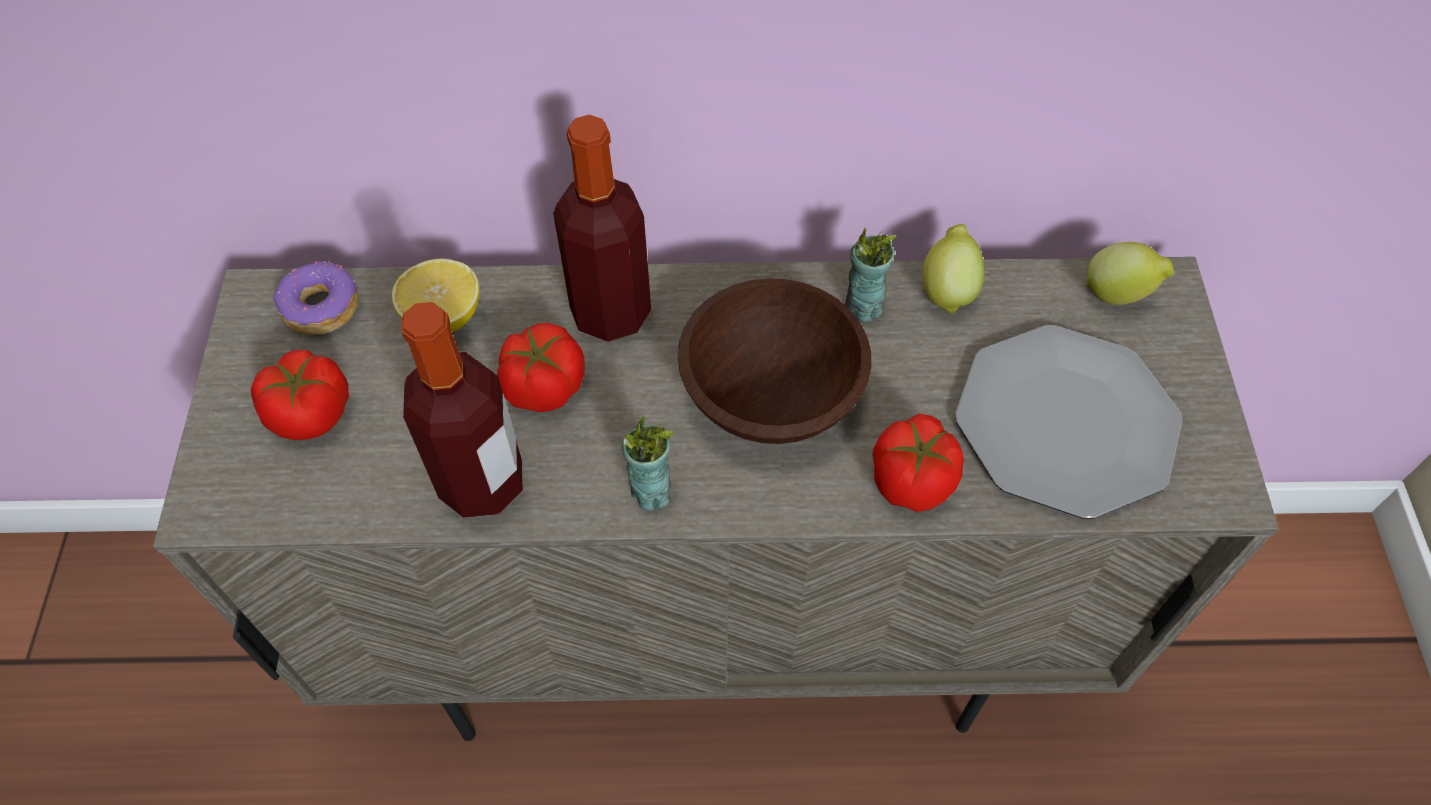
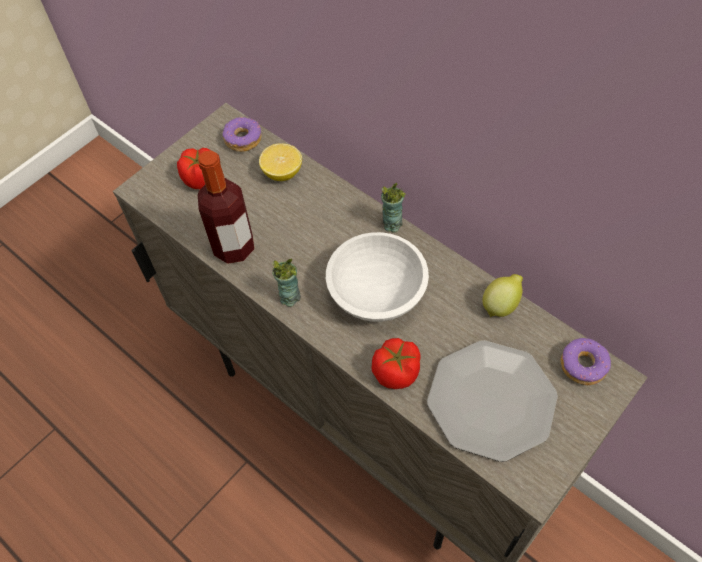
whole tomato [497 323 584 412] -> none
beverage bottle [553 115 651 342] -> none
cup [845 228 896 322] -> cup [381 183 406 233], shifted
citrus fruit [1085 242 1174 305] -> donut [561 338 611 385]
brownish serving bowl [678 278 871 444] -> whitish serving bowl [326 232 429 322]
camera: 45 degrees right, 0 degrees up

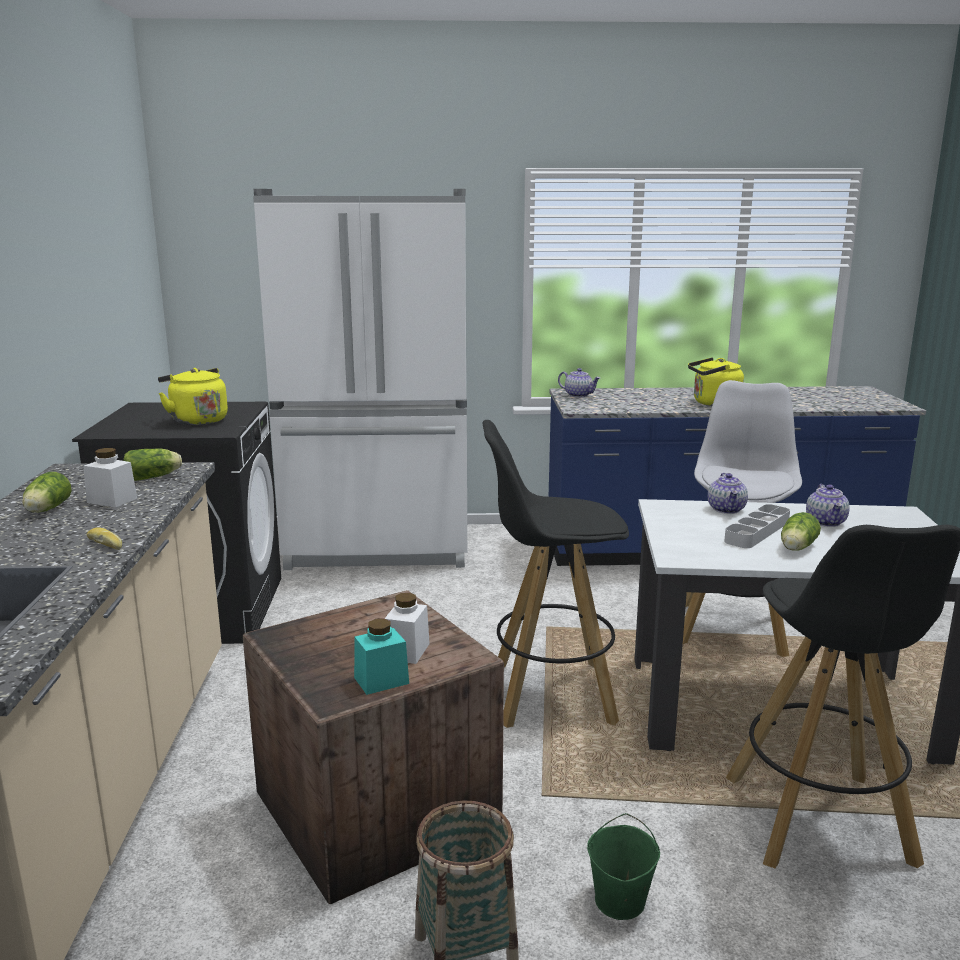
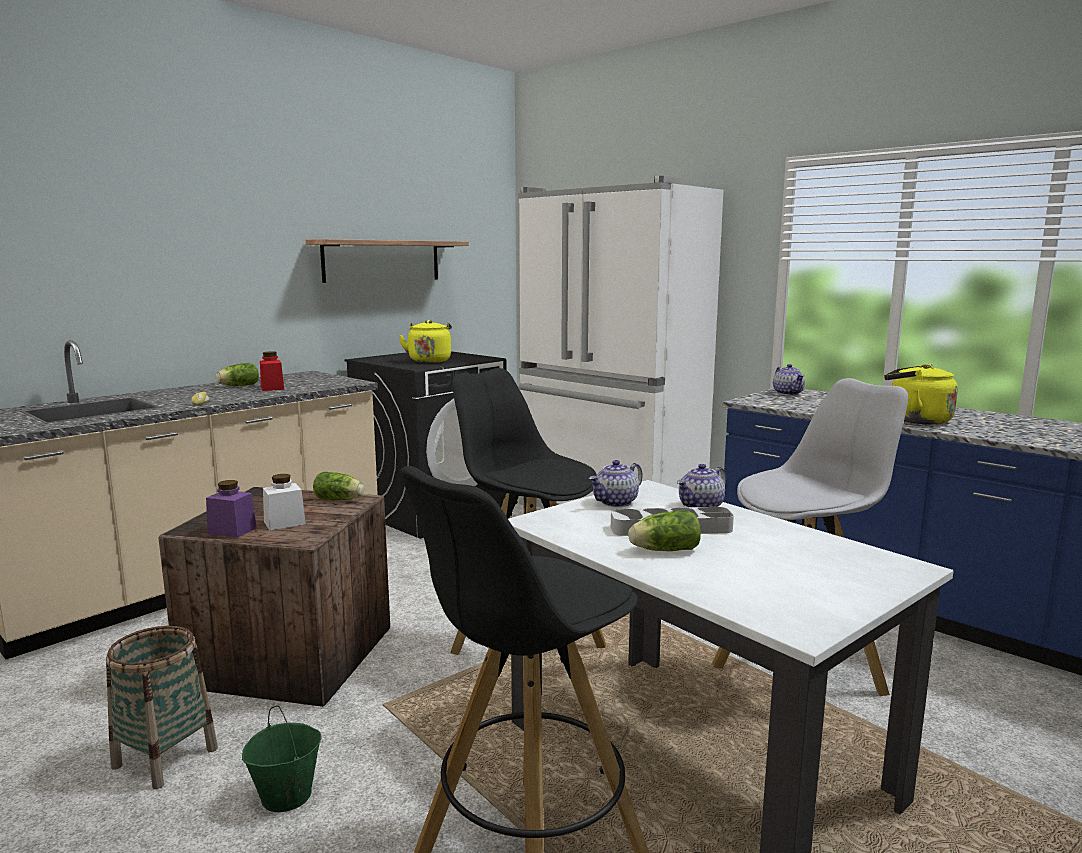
none -> wall shelf [306 239 469 283]
lettuce head [123 448 182 481] -> lettuce head [313 472 364 500], shifted
teapot [806 484 850 527] -> teapot [589 460 643 507], shifted
whitish preserve jar [84 448 137 508] -> reddish preserve jar [260 351 284 391]
blue-green preserve jar [354 619 409 695] -> purple-coloured preserve jar [206 480 257 538]
camera: 45 degrees right, 5 degrees down

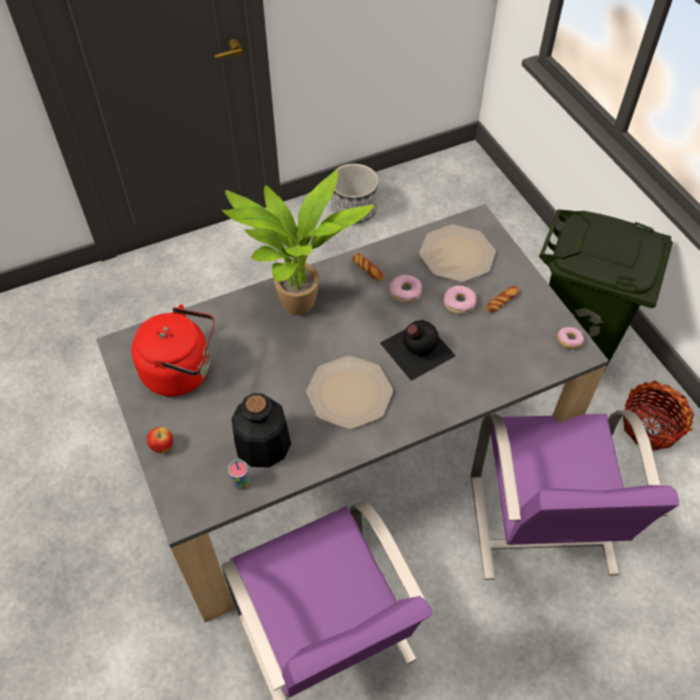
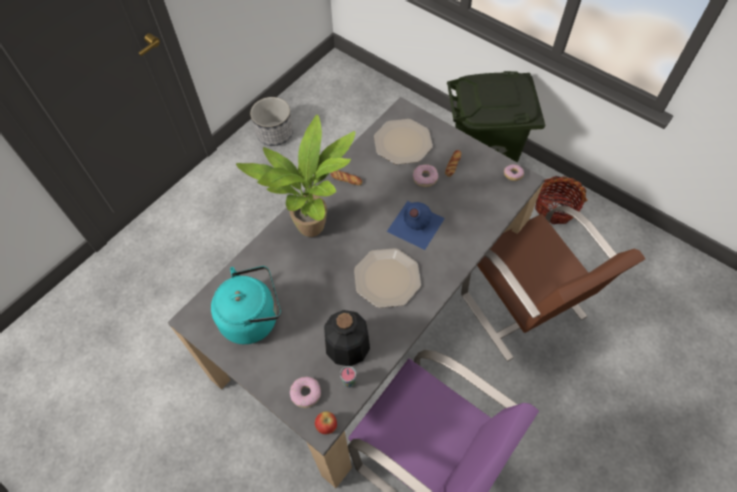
whole apple [147 427 173 453] -> whole apple [315 412 337 434], shifted
donut [390 275 422 303] -> donut [290 376 321 408], shifted
reddish water kettle [131 304 215 397] -> blue-green water kettle [211 266 281 344]
blackish beverage bottle [380 320 456 381] -> bluish beverage bottle [387 201 445 250]
purple-coloured upright chair [471 410 679 580] -> brownish upright chair [461 206 645 361]
camera: 25 degrees left, 5 degrees up

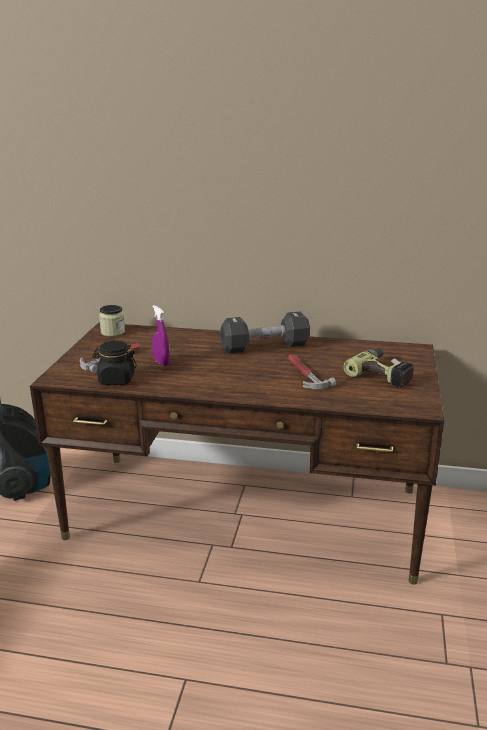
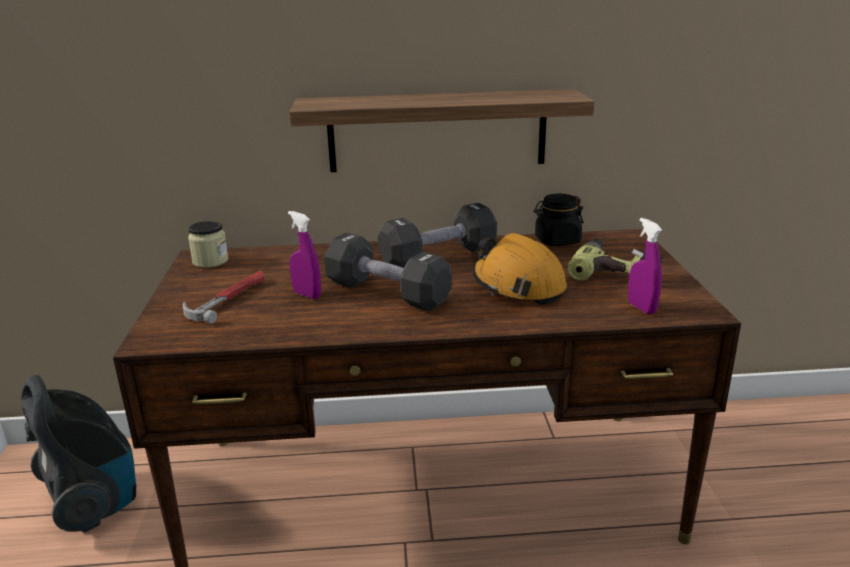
none -> wall shelf [289 89 595 172]
none -> blackish free weight [324 233 452 312]
none -> purple-coloured spray bottle [628 218 662 315]
blackish preserve jar [92 341 137 385] -> blackish preserve jar [534 194 583 246], shifted
tool hammer [288 355 336 389] -> orangey hard hat [473 233 567 305]
camera: 15 degrees left, 0 degrees up

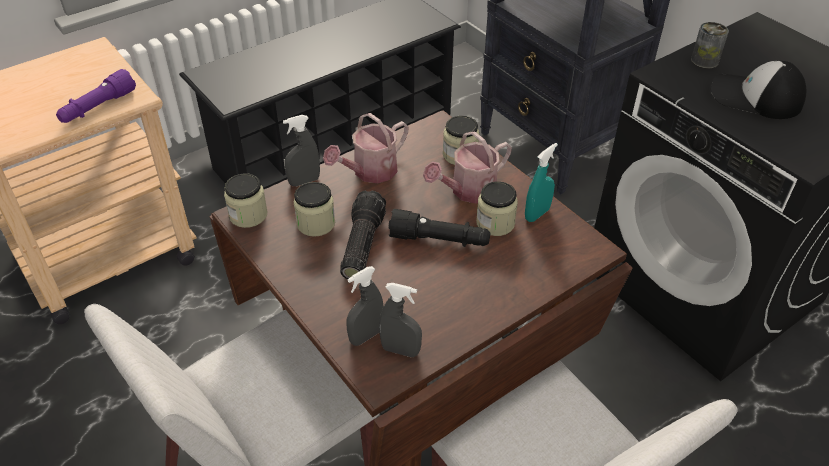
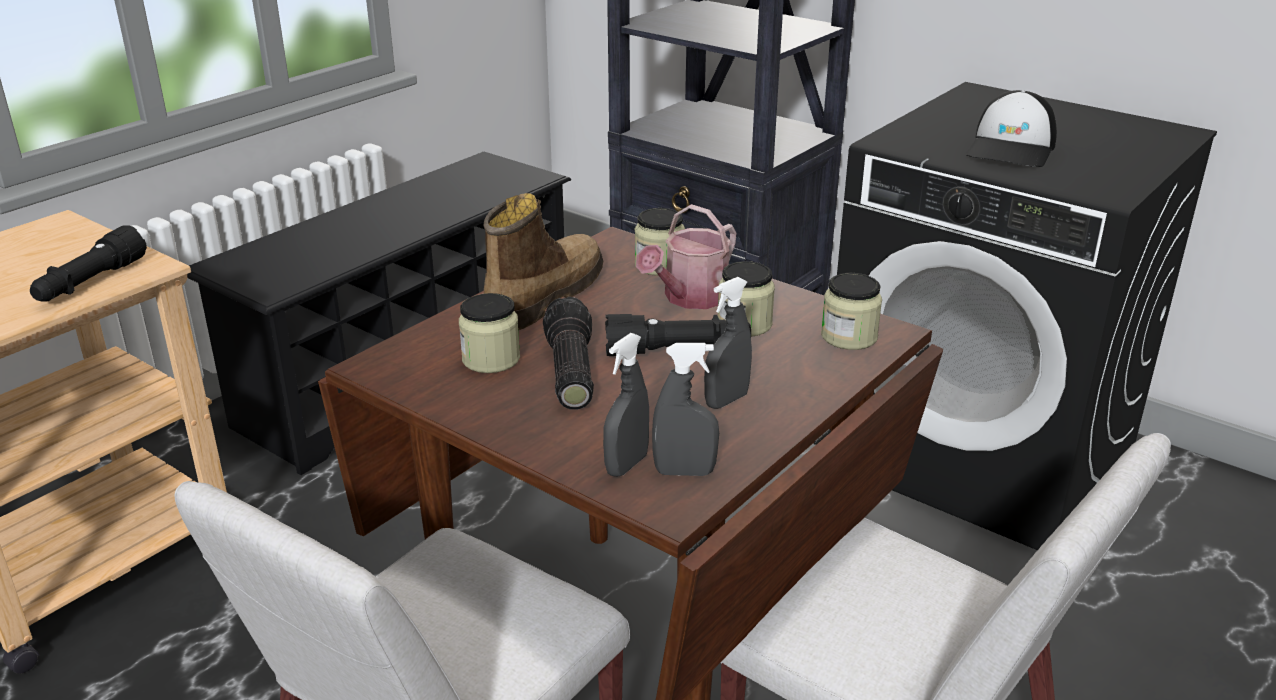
blue-green spray bottle [525 143 558 222] -> none
sealed can [691 22 729 68] -> none
preserve jar [224 173 268 228] -> preserve jar [821 273 882 350], shifted
greyish spray bottle [283 115 320 186] -> greyish spray bottle [704 277 752 409], shifted
watering pot [323 113 409 183] -> high-top boot [484 193 603 330]
purple-coloured torch [56 69 136 123] -> blackish torch [30 225 147 302]
baseball cap [711 61 806 119] -> baseball cap [966 90 1057 167], 75 degrees counterclockwise
camera: 15 degrees left, 15 degrees down

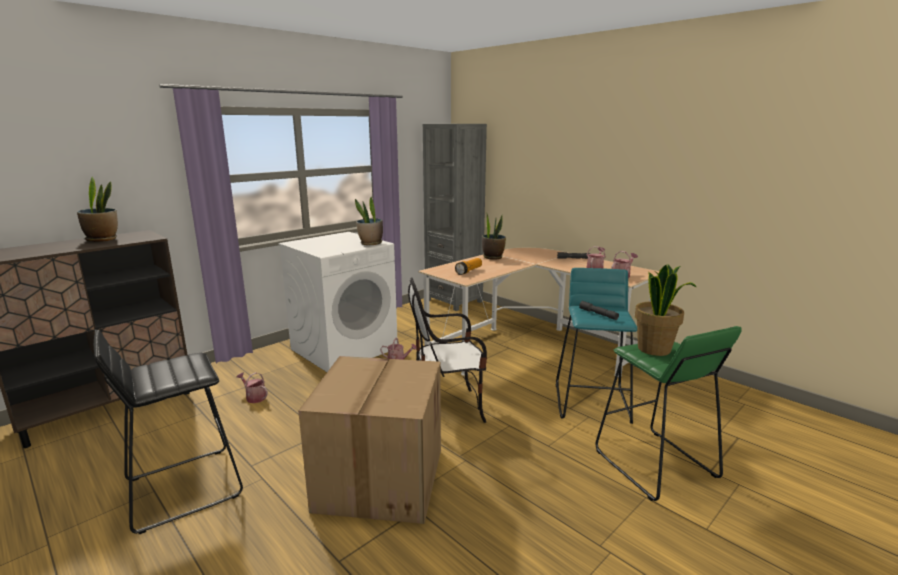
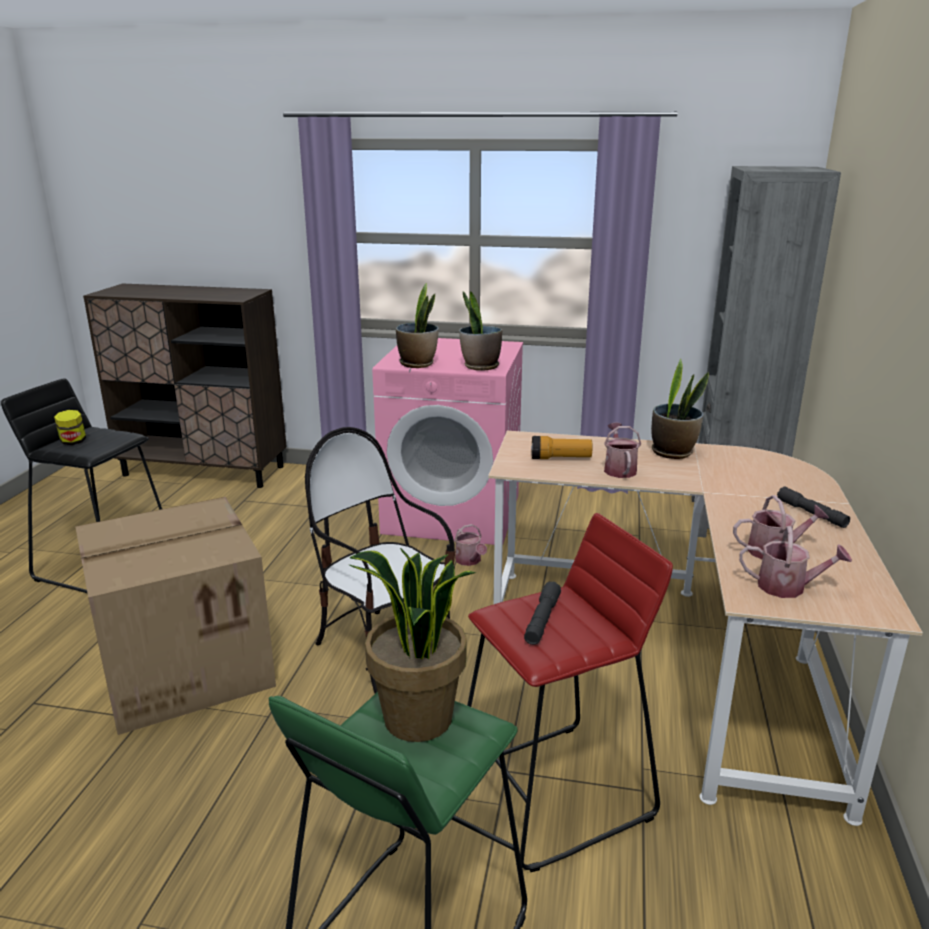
none -> preserve jar [54 410 86 445]
houseplant [77 177 118 242] -> houseplant [396 283 439 368], shifted
watering pot [236 372 268 403] -> watering pot [604 422 641 478], shifted
whitish laundry appliance [278 232 397 372] -> pink-coloured laundry appliance [372 338 523 545]
blue-green sitting stool [556 268 637 424] -> reddish sitting stool [467 513 673 872]
camera: 55 degrees right, 5 degrees up

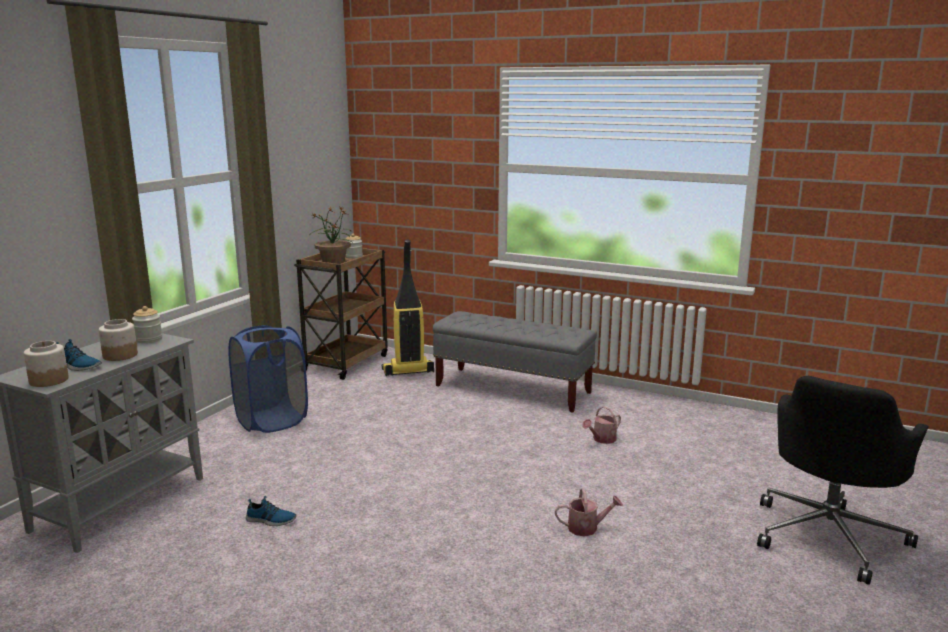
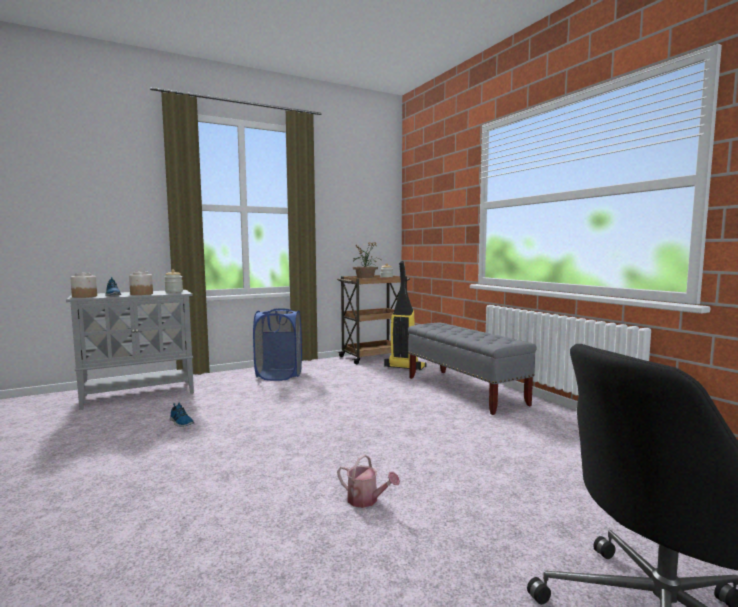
watering pot [582 406 621 444] -> none
camera: 35 degrees right, 10 degrees down

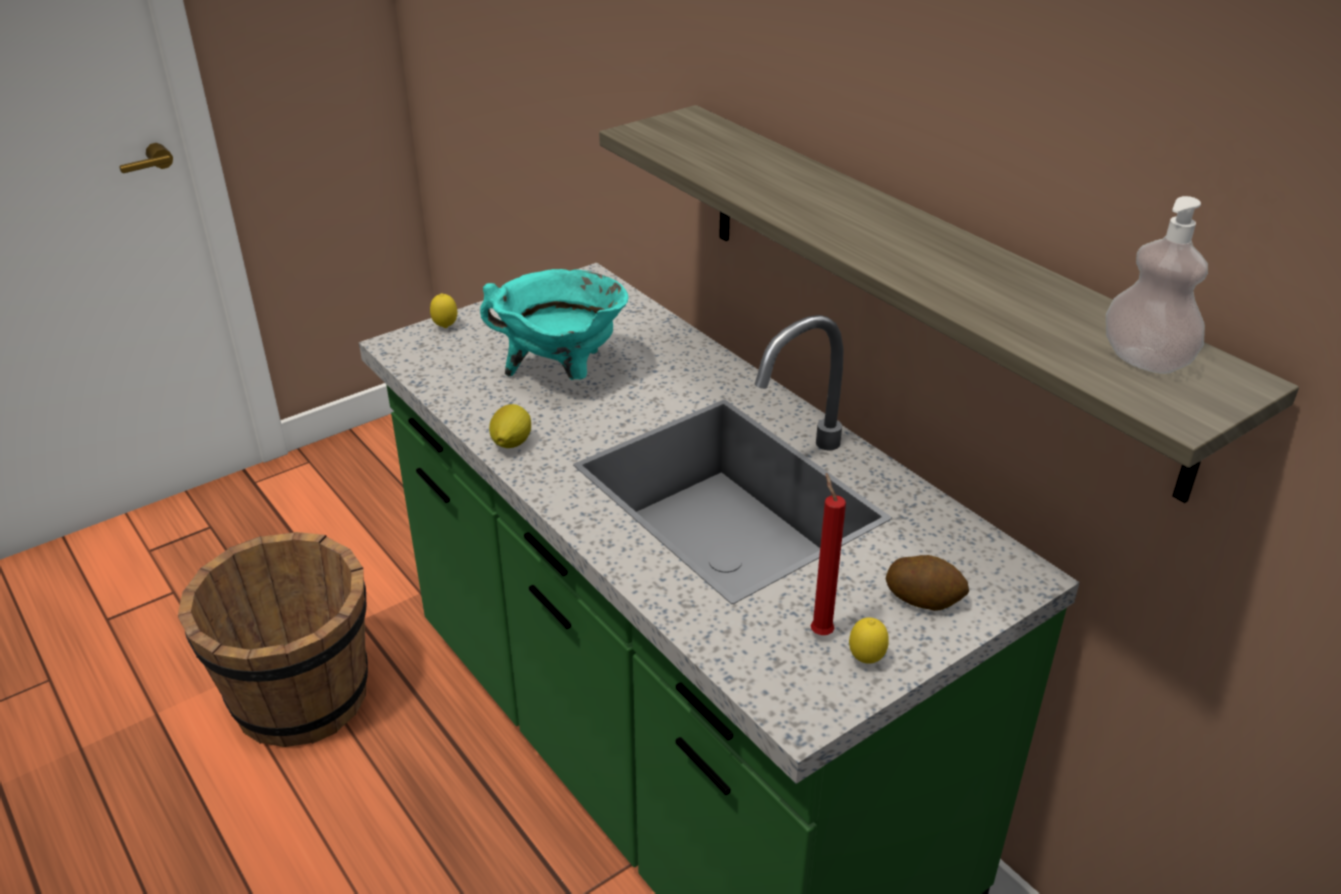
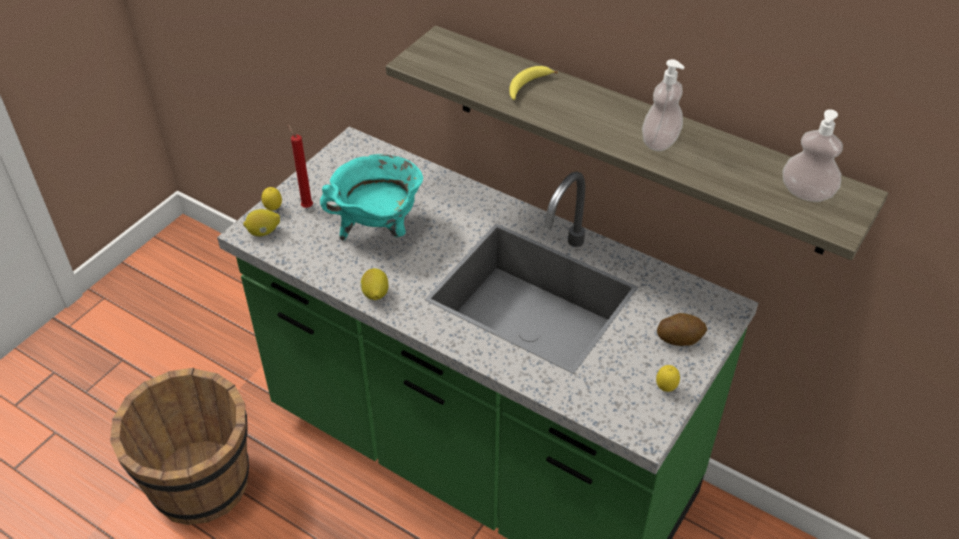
none -> citrus fruit [243 209 280 236]
none -> whole banana [509 66 558 100]
none -> soap dispenser [642 59 685 151]
reddish wax candle [811 473 846 635] -> reddish wax candle [288 124 313 208], shifted
camera: 20 degrees left, 10 degrees up

